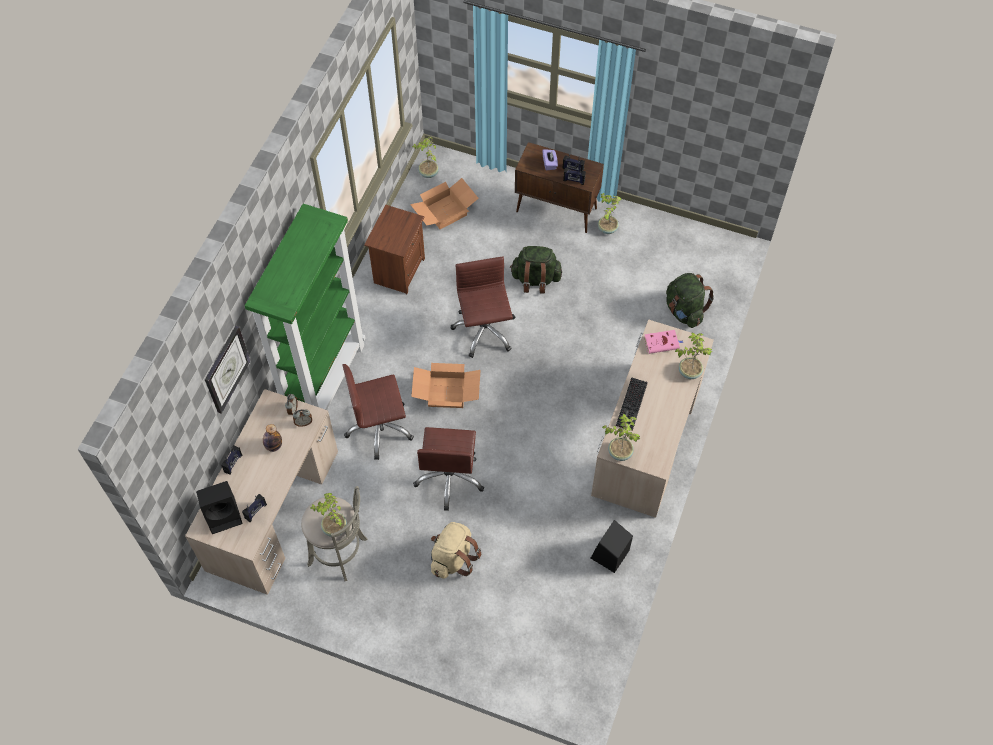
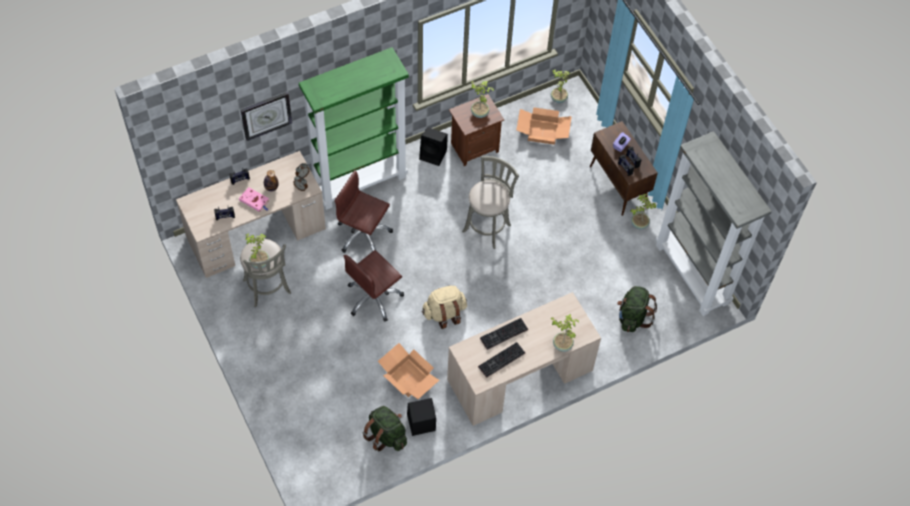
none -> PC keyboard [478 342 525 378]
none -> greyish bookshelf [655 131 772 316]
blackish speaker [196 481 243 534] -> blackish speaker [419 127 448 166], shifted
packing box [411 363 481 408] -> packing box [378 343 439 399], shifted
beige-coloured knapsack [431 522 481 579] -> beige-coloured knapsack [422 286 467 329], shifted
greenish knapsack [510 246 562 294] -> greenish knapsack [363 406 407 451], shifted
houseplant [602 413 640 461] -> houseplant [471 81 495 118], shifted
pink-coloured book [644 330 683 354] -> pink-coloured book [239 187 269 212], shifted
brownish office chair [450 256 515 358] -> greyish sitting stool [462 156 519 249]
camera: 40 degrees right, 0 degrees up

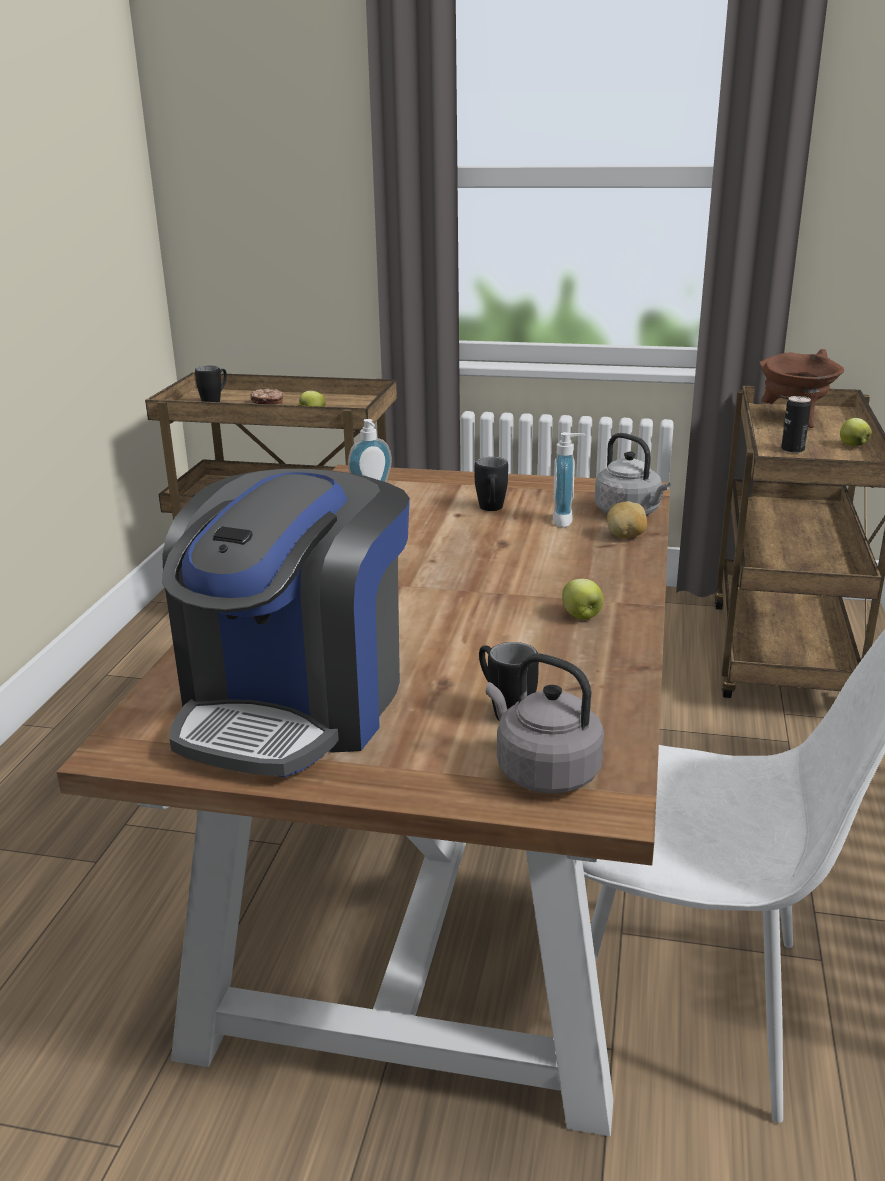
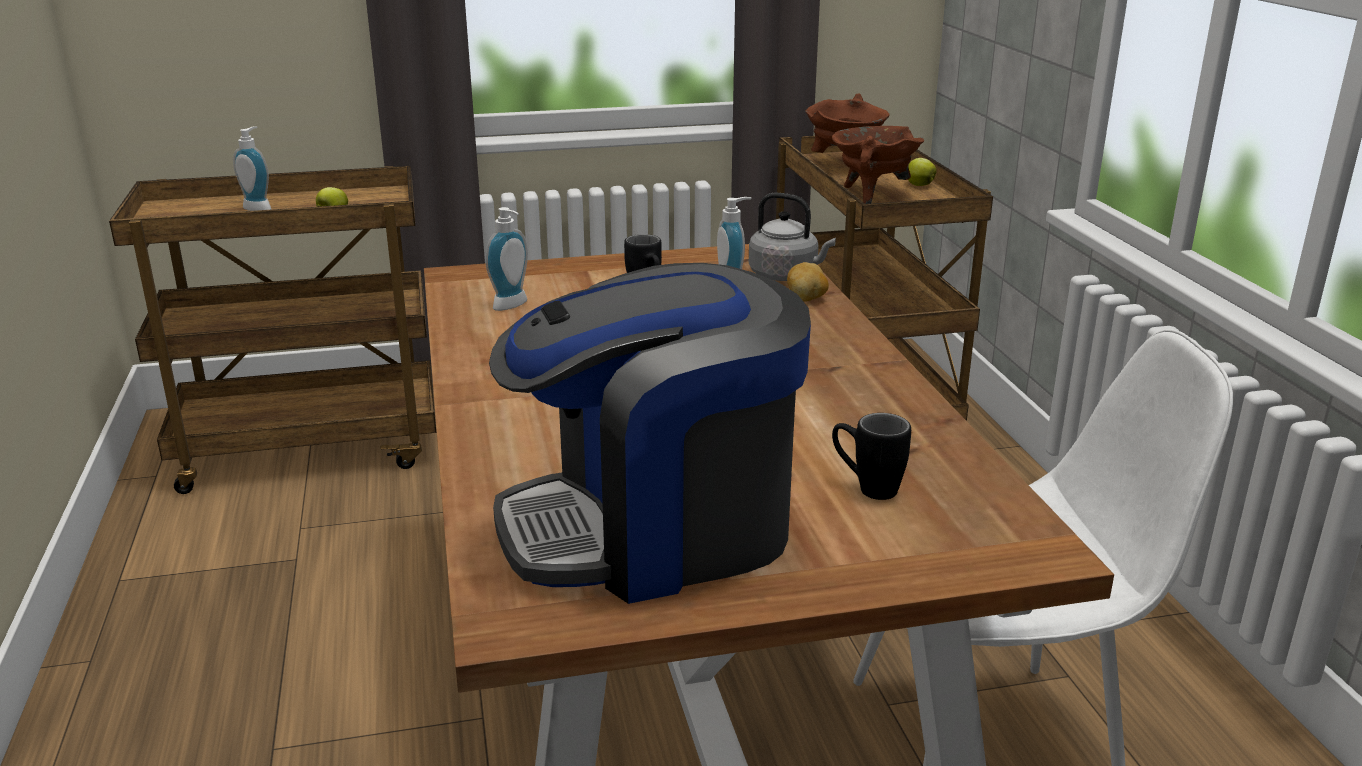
blackish coffee mug [195 366 227 402] -> none
greyish water kettle [486 653 604 794] -> none
whole apple [562 579 604 620] -> none
donut [250 389 283 405] -> soap dispenser [233 126 271 211]
sealed can [781 396 811 453] -> brownish stockpot [832 126 924 204]
coffee machine [162 469 410 777] -> coffee machine [489 263 811 604], 75 degrees clockwise
camera: 25 degrees left, 0 degrees up

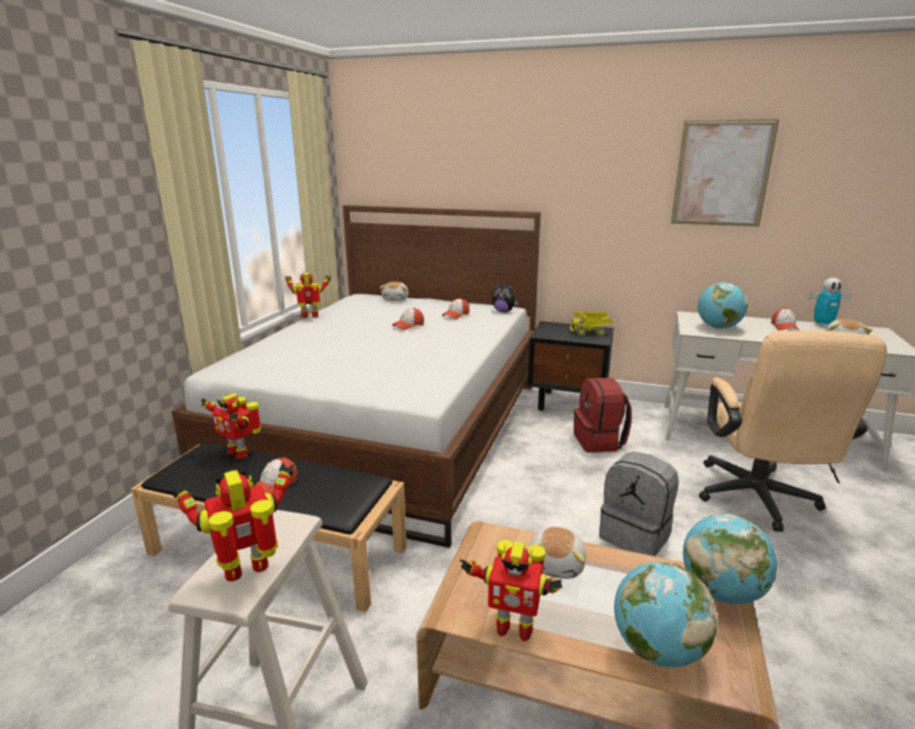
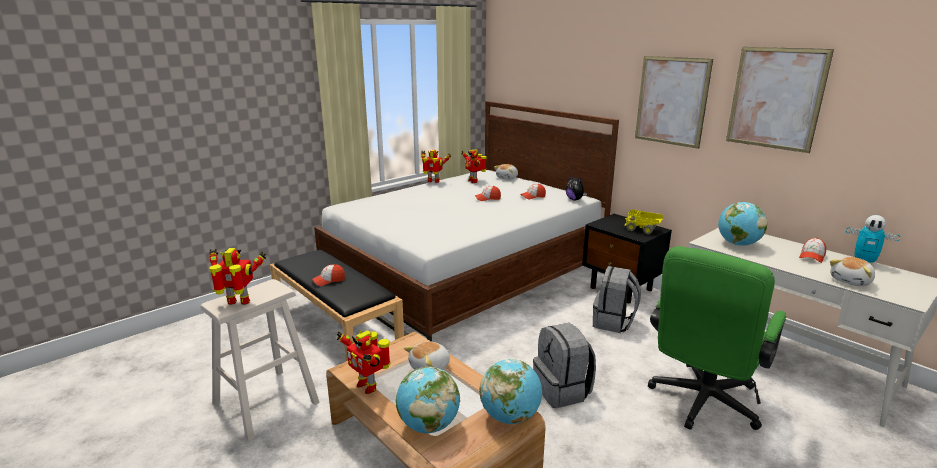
none -> wall picture [635 56 713 149]
toy robot [201 393 261 460] -> toy robot [461 149 487 183], shifted
reddish knapsack [574 377 632 453] -> greyish knapsack [593 266 641 333]
beige-coloured office chair [699 330 887 532] -> greenish office chair [648 246 786 430]
camera: 30 degrees right, 0 degrees up

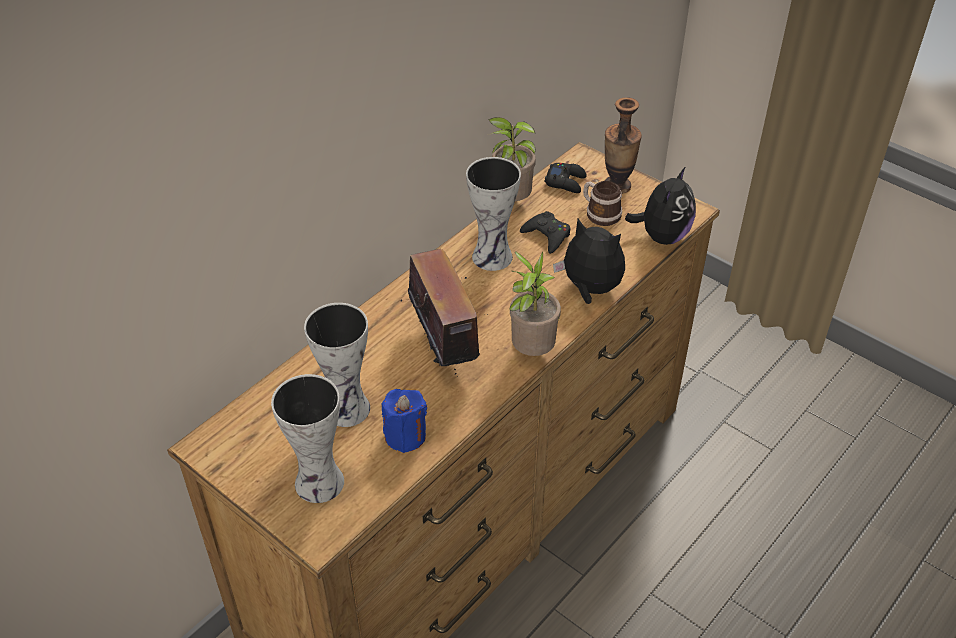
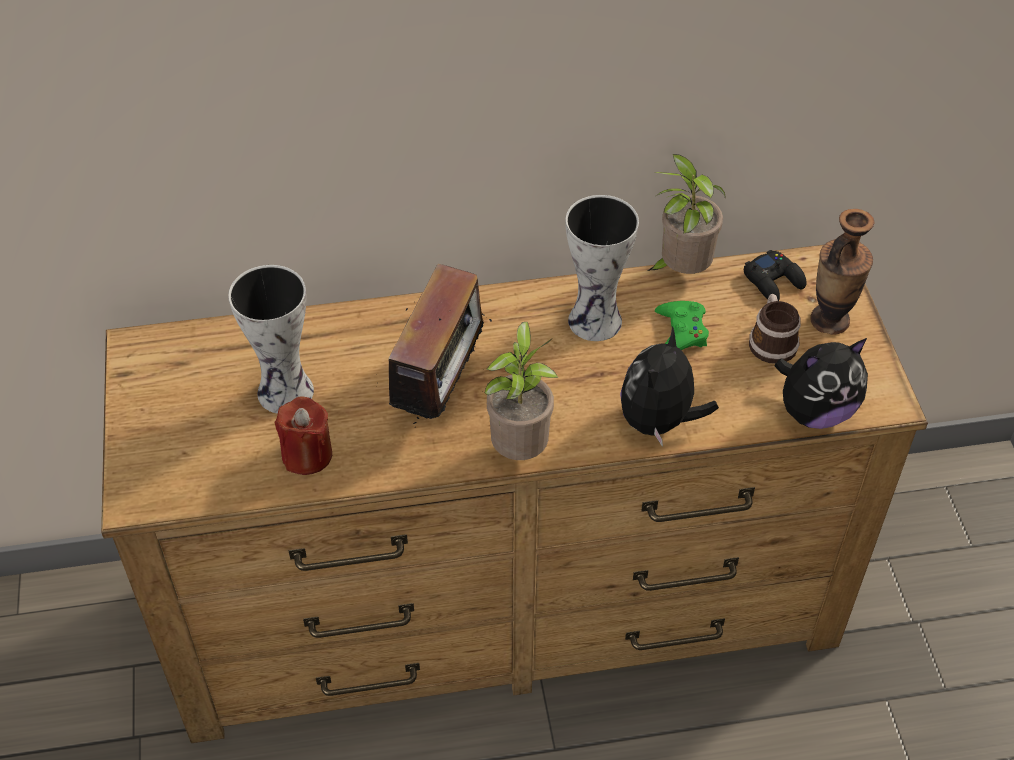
decorative vase [271 374 344 503] -> none
bluish wax candle [382 389 427 453] -> reddish wax candle [275 396 332 475]
blackish joypad [520 211 571 254] -> greenish joypad [655 301 709 350]
plush toy [553 219 625 304] -> plush toy [620 326 719 447], 135 degrees counterclockwise
camera: 40 degrees right, 5 degrees up

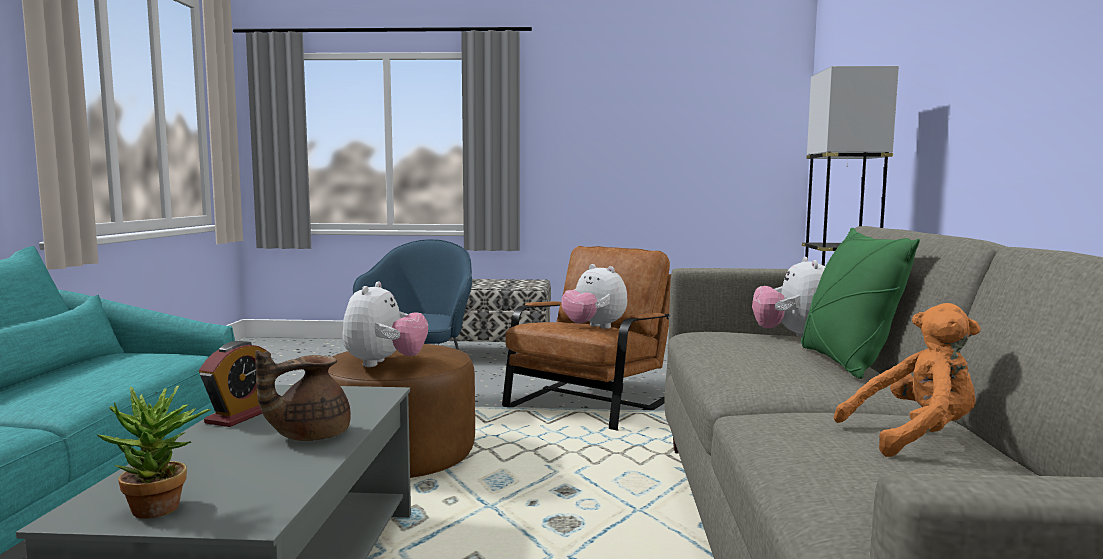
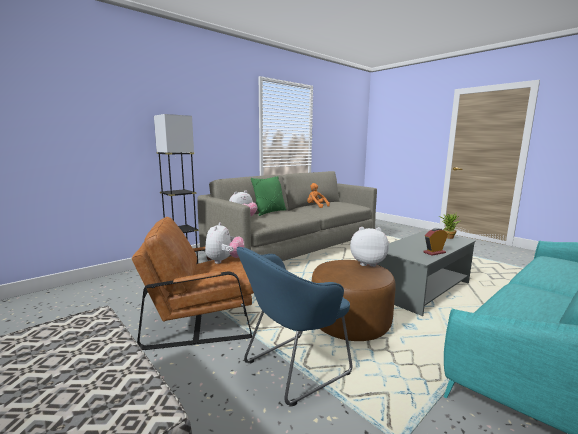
brownish teapot [255 350 351 441] -> none
plush toy [342 281 428 367] -> plush toy [350 227 389 267], 45 degrees clockwise
camera: 135 degrees left, 5 degrees up

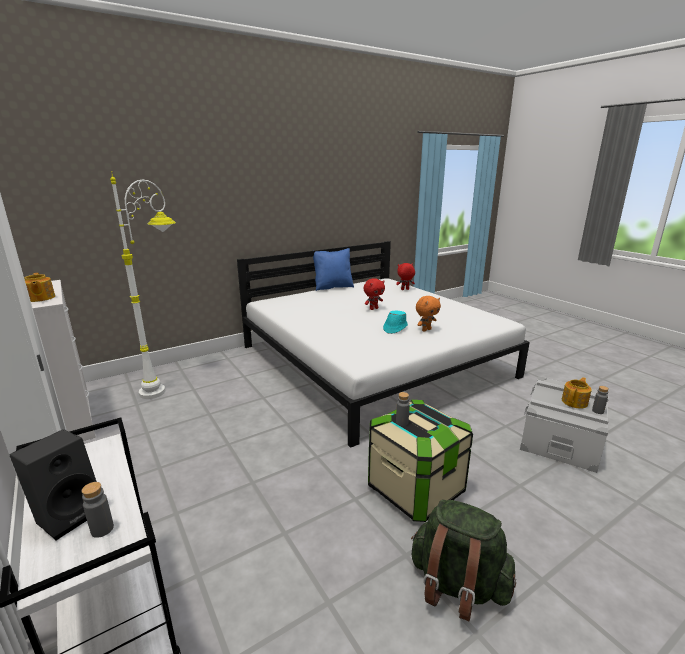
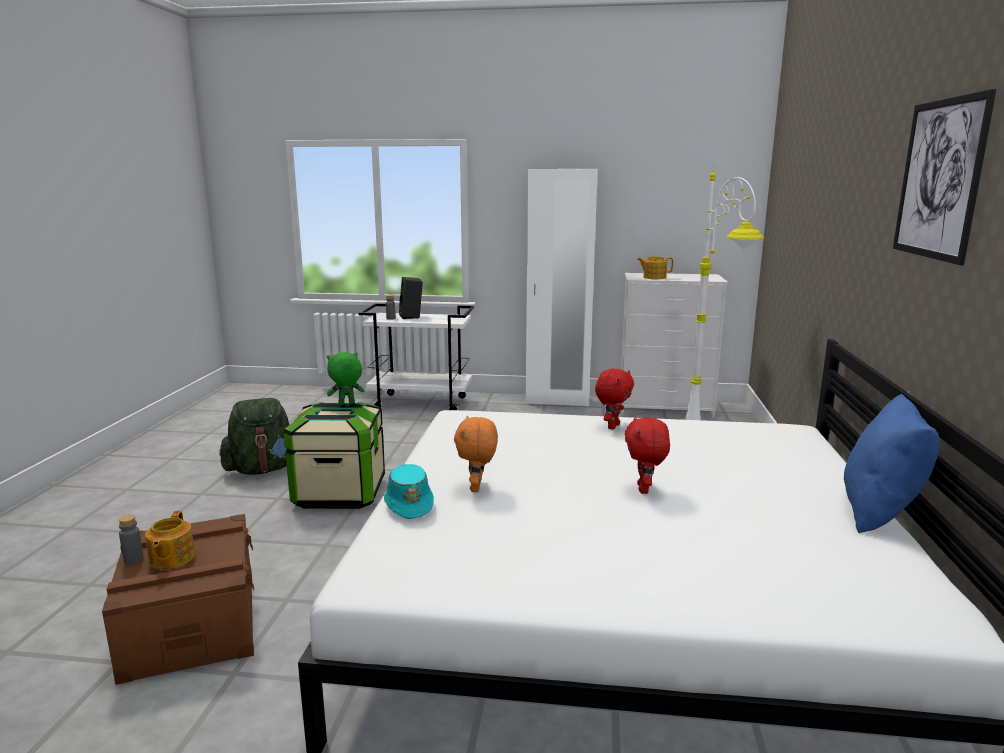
none -> wall picture [893 89 997 265]
blue-green wearable hat [383 310 408 334] -> blue-green wearable hat [384 464 434 519], shifted
reddish plush toy [396 263 415 290] -> reddish plush toy [595 369 634 429], shifted
greyish beverage bottle [396 392 410 426] -> greenish plush toy [327 352 365 405]
greyish storage bin [520 376 609 473] -> brownish storage bin [102 514 254 685]
camera: 130 degrees right, 5 degrees down

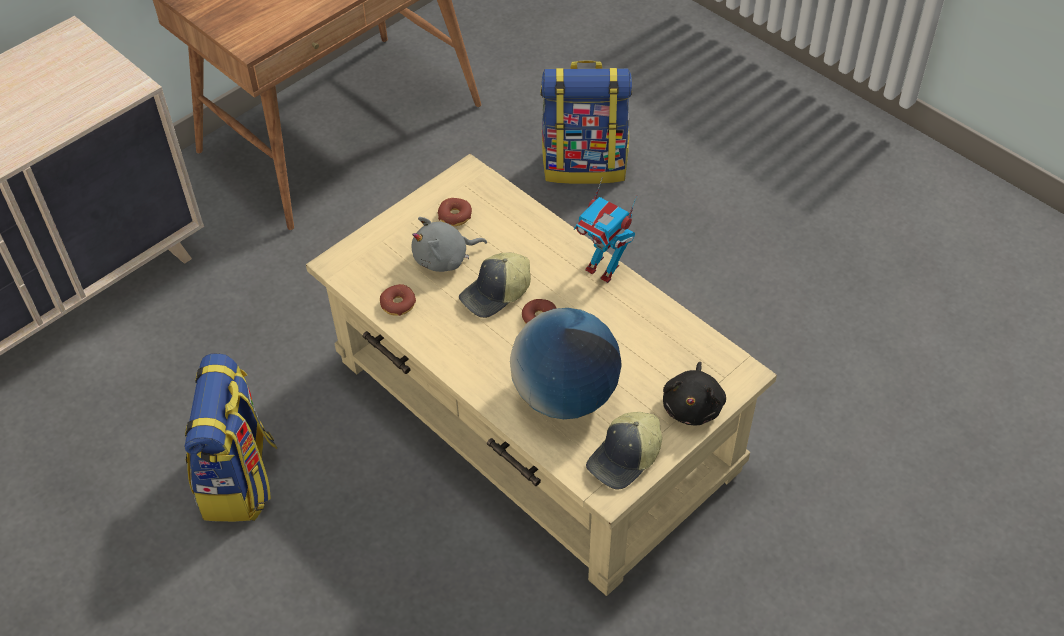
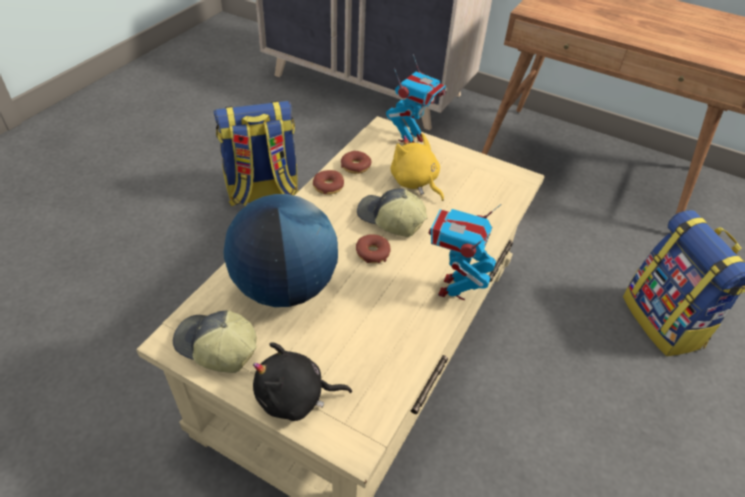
none -> toy robot [386 54 446 143]
donut [438 198 472 226] -> donut [313 170 344 194], shifted
greyish plush toy [411 217 487 272] -> yellowish plush toy [391 134 444 201]
camera: 70 degrees right, 5 degrees down

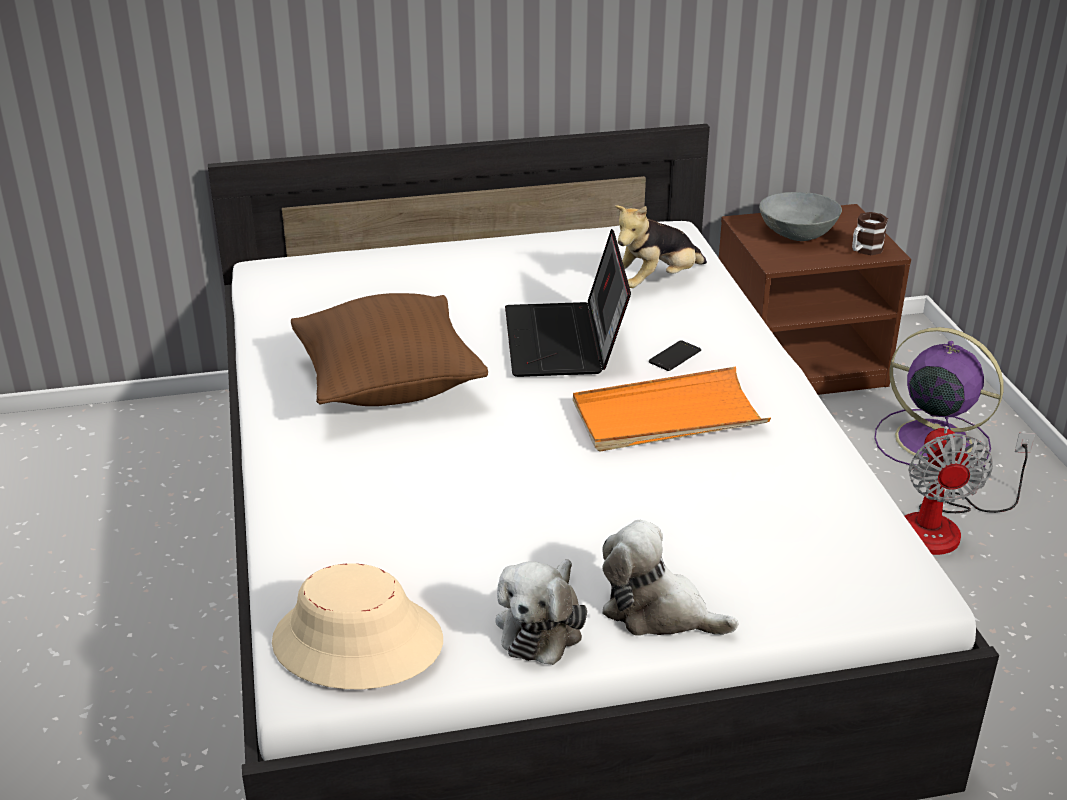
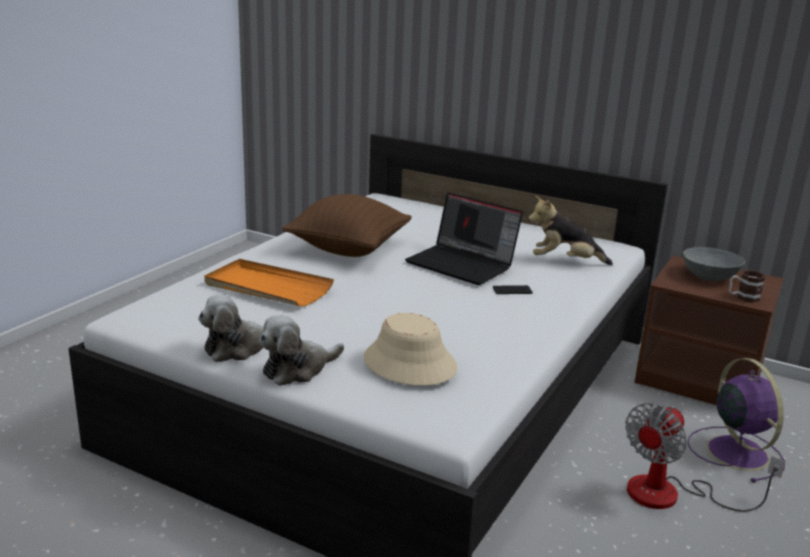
beige-coloured wearable hat [272 563 443 689] -> beige-coloured wearable hat [364 313 458 386], shifted
orangey tray [573 367 771 451] -> orangey tray [204 259 334 306], shifted
portable computer [505 229 631 377] -> portable computer [405 192 523 285], 90 degrees counterclockwise
plush toy [602 520 738 636] -> plush toy [259 315 344 386], 105 degrees counterclockwise
camera: 40 degrees right, 10 degrees down

